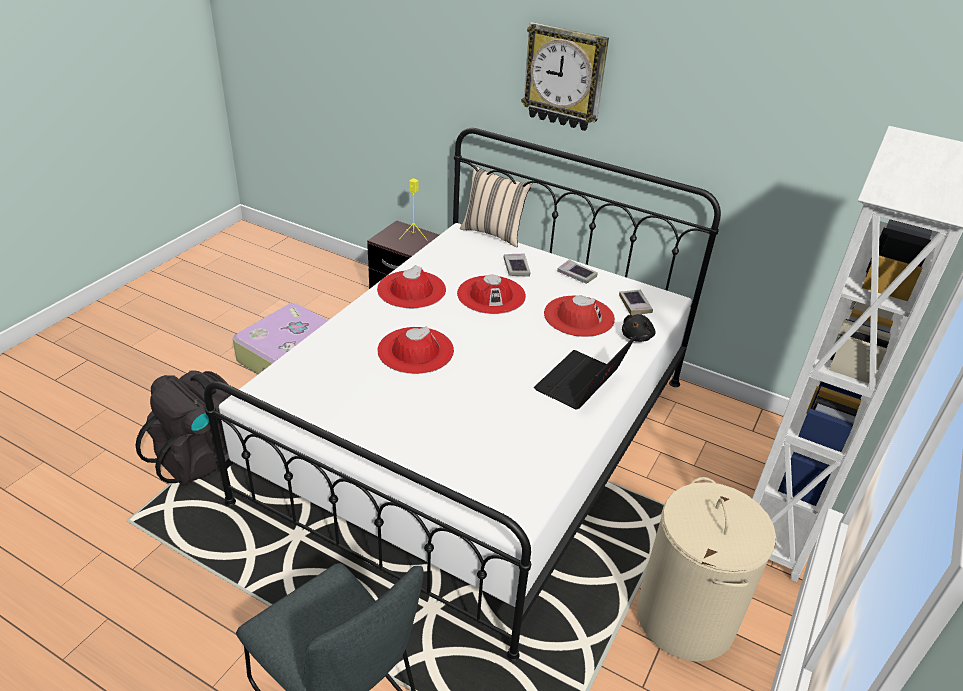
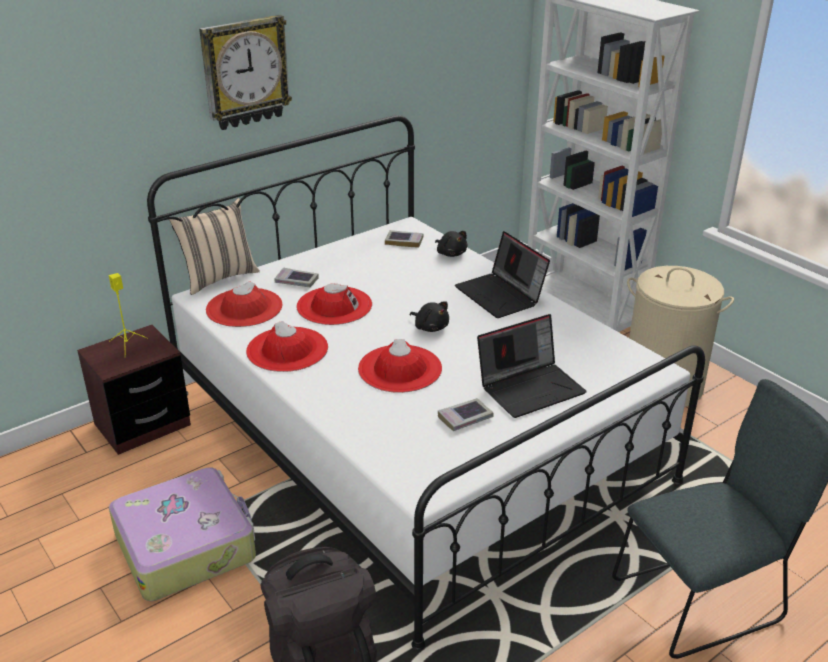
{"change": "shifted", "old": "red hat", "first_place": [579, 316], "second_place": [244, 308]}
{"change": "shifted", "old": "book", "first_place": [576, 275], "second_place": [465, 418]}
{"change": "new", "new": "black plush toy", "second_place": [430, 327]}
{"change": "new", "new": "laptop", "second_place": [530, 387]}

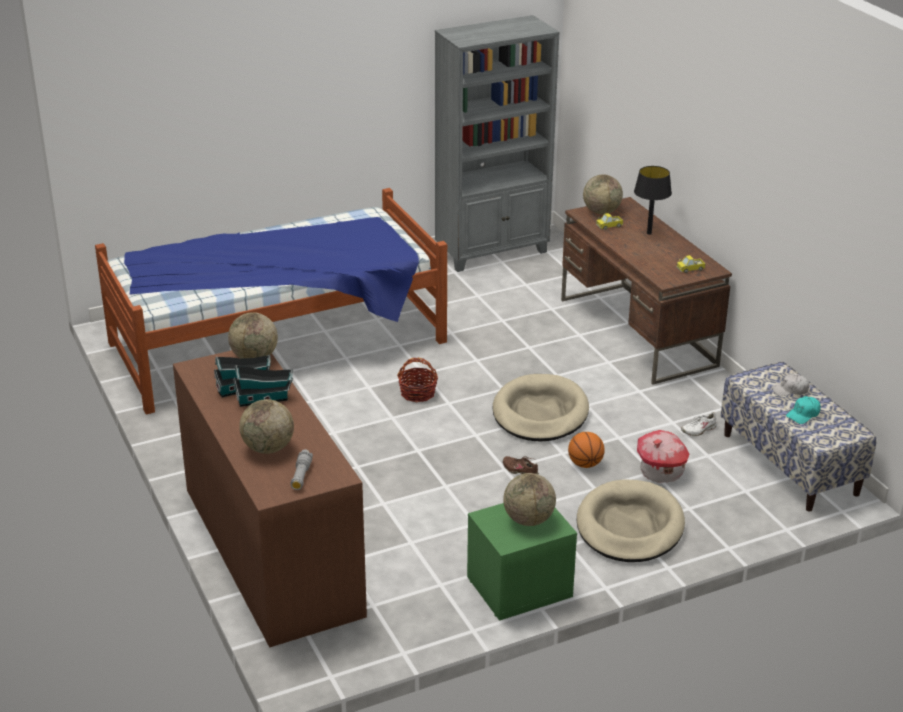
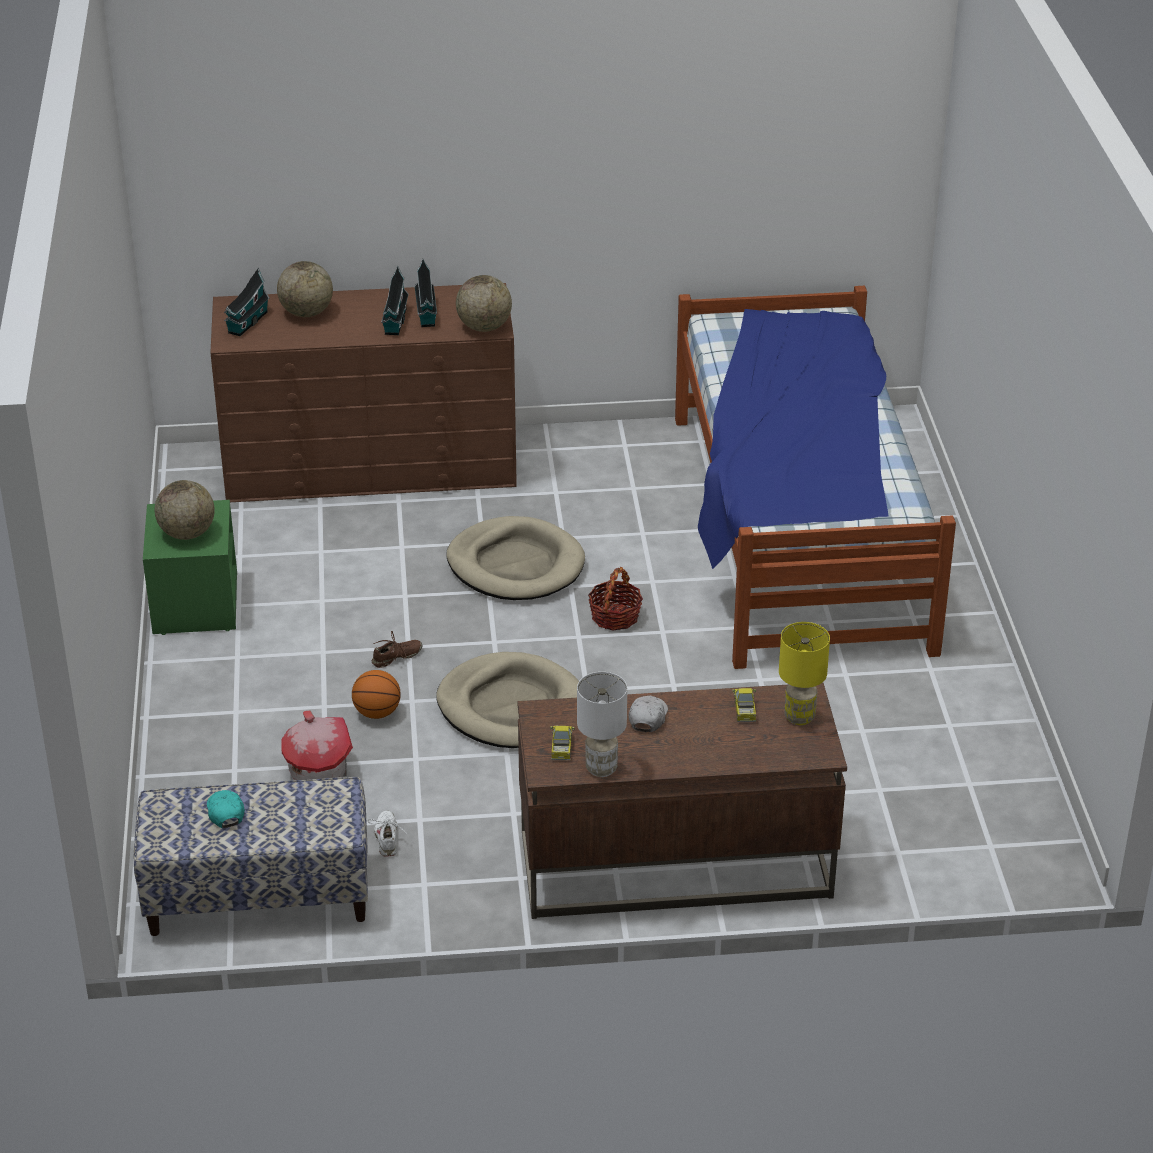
{"change": "swapped", "old": "grey flashlight", "new": "toy house", "first_place": [301, 476], "second_place": [246, 323]}
{"change": "gone", "old": "grey bookcase", "first_place": [493, 252]}
{"change": "shifted", "old": "beige dog bed", "first_place": [629, 526], "second_place": [515, 565]}
{"change": "swapped", "old": "globe", "new": "yellow table lamp", "first_place": [601, 212], "second_place": [800, 717]}
{"change": "gone", "old": "black table lamp", "first_place": [649, 233]}
{"change": "shifted", "old": "white cap", "first_place": [790, 390], "second_place": [648, 718]}
{"change": "new", "new": "white table lamp", "second_place": [602, 769]}

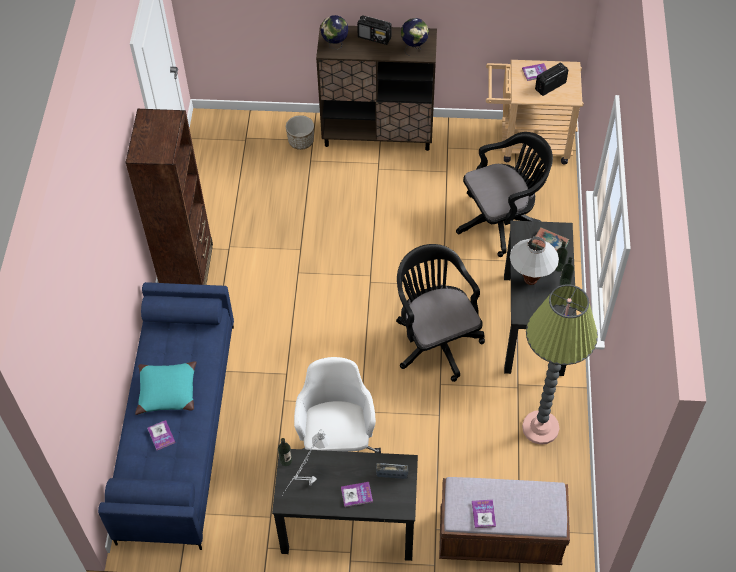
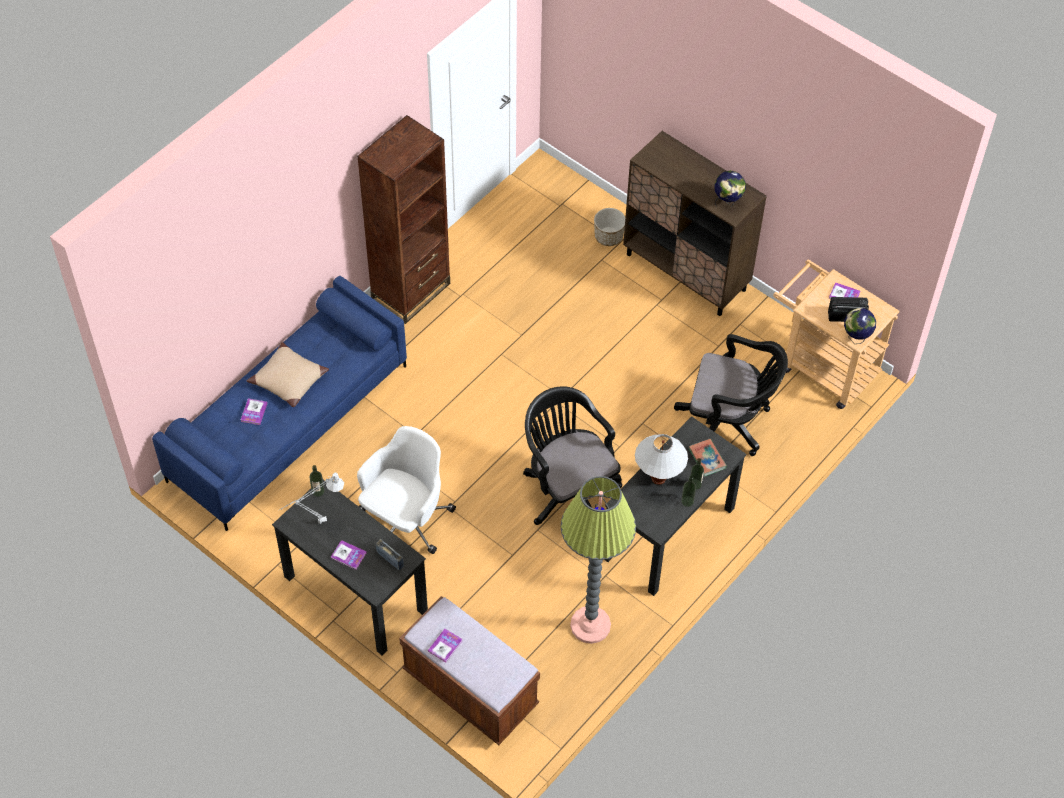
{"change": "repainted", "old": "turquoise pillow", "new": "beige pillow", "first_place": [167, 392], "second_place": [288, 380]}
{"change": "shifted", "old": "globe", "first_place": [335, 45], "second_place": [856, 338]}
{"change": "gone", "old": "radio", "first_place": [374, 37]}
{"change": "rotated", "old": "black office chair", "first_place": [435, 339], "second_place": [568, 489], "degrees": -45}

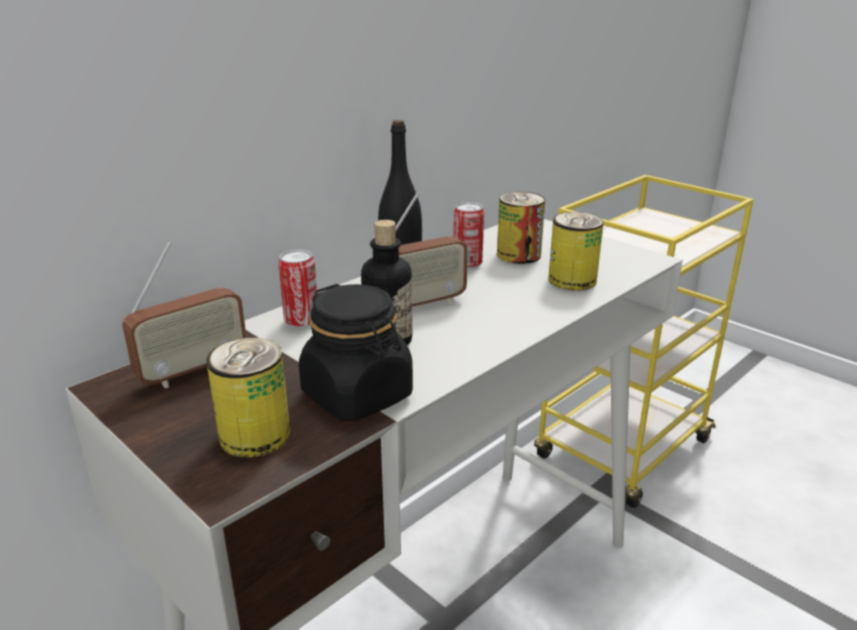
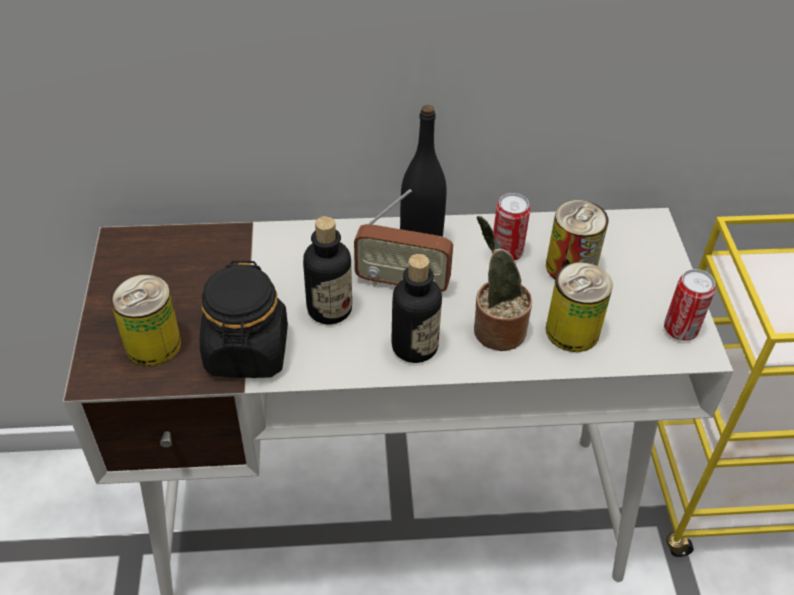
{"change": "gone", "old": "radio", "first_place": [193, 371]}
{"change": "shifted", "old": "can", "first_place": [301, 321], "second_place": [680, 330]}
{"change": "new", "new": "bottle", "second_place": [414, 346]}
{"change": "new", "new": "potted plant", "second_place": [495, 329]}

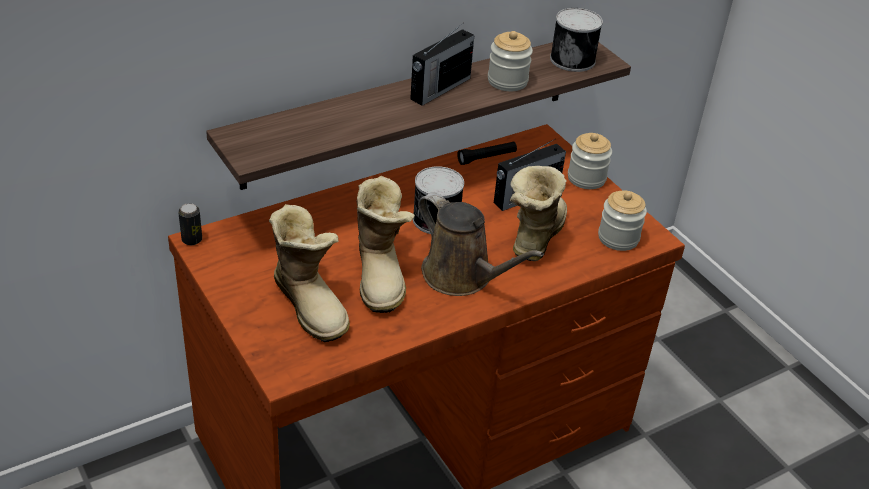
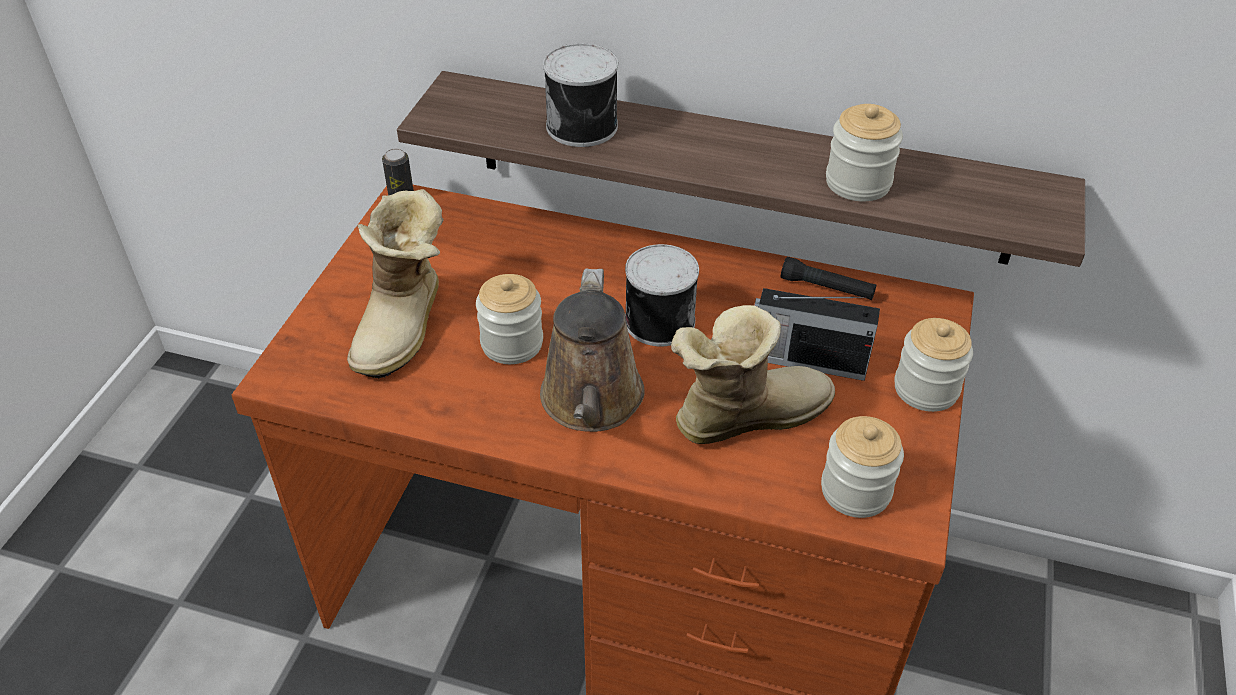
{"change": "swapped", "old": "boot", "new": "jar", "first_place": [382, 275], "second_place": [512, 343]}
{"change": "gone", "old": "radio", "first_place": [439, 89]}
{"change": "shifted", "old": "can", "first_place": [573, 59], "second_place": [584, 126]}

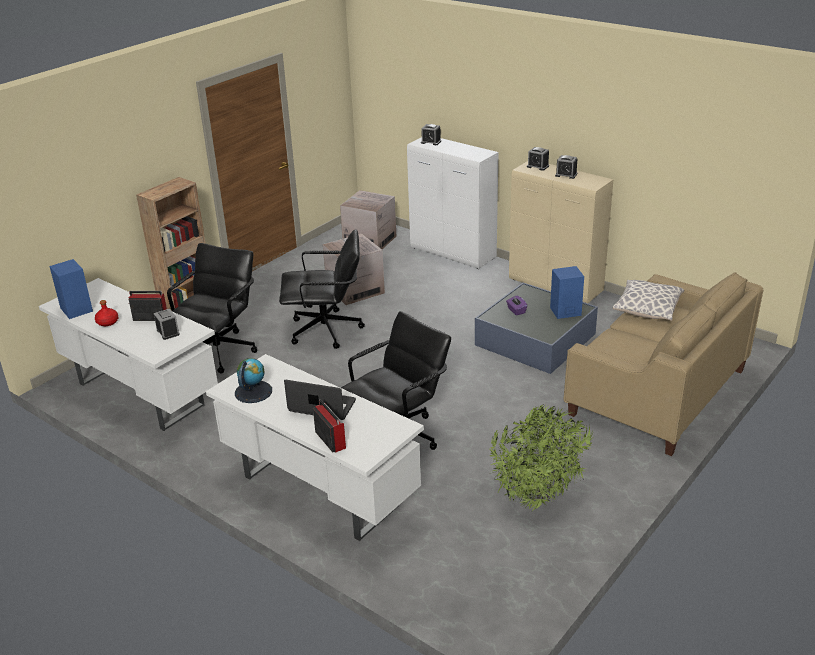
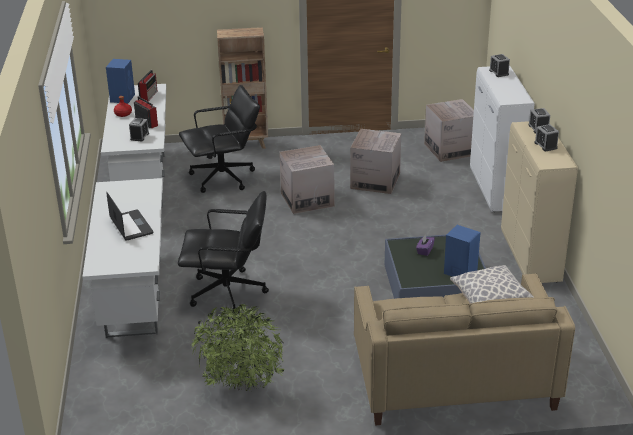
{"change": "gone", "old": "globe", "first_place": [253, 392]}
{"change": "swapped", "old": "black office chair", "new": "cardboard box", "first_place": [326, 331], "second_place": [307, 199]}
{"change": "shifted", "old": "radio", "first_place": [330, 439], "second_place": [149, 96]}

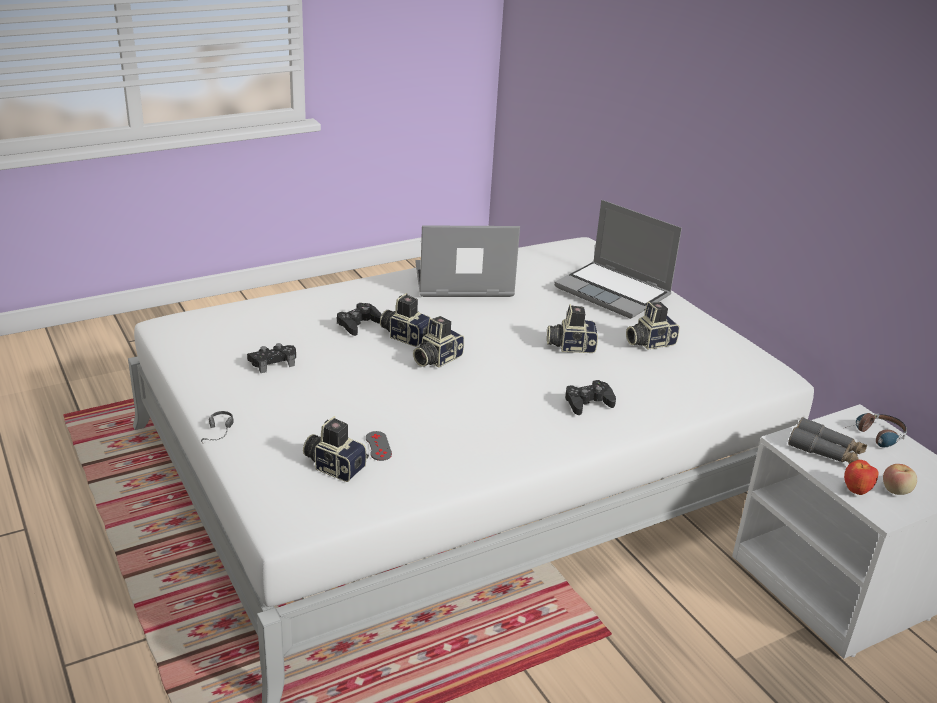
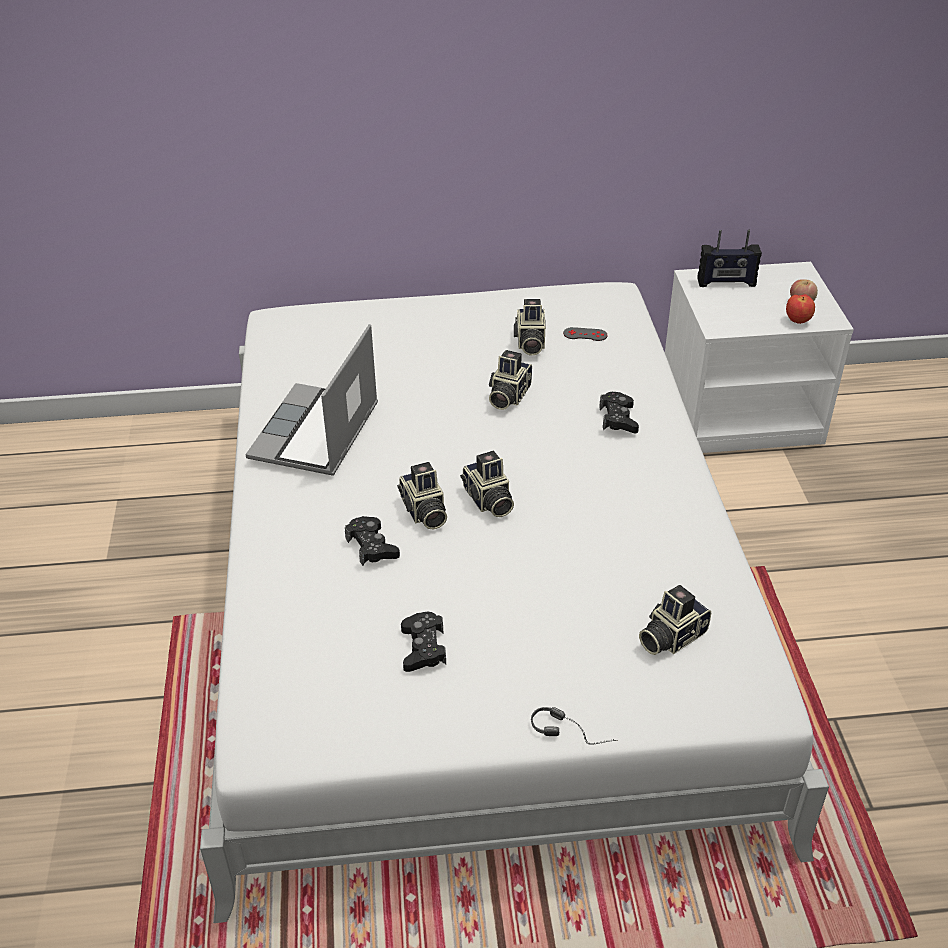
{"change": "shifted", "old": "grey game controller", "first_place": [378, 446], "second_place": [585, 334]}
{"change": "rotated", "old": "photo camera", "first_place": [406, 335], "second_place": [423, 512], "degrees": -75}
{"change": "gone", "old": "laptop", "first_place": [614, 292]}
{"change": "gone", "old": "grey binoculars", "first_place": [825, 451]}
{"change": "swapped", "old": "headphones", "new": "radio", "first_place": [874, 437], "second_place": [726, 283]}

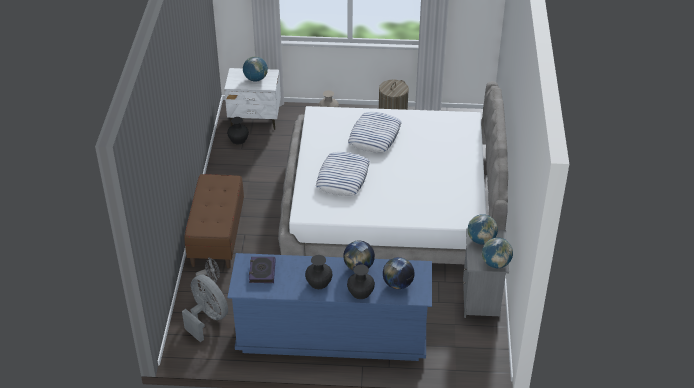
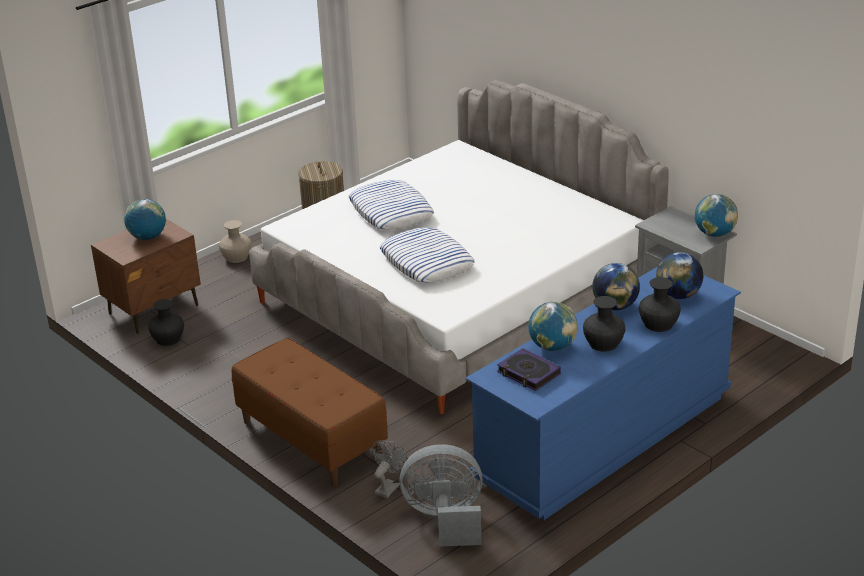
{"change": "repainted", "old": "white nightstand", "new": "brown nightstand", "first_place": [255, 119], "second_place": [154, 309]}
{"change": "shifted", "old": "globe", "first_place": [481, 240], "second_place": [552, 347]}

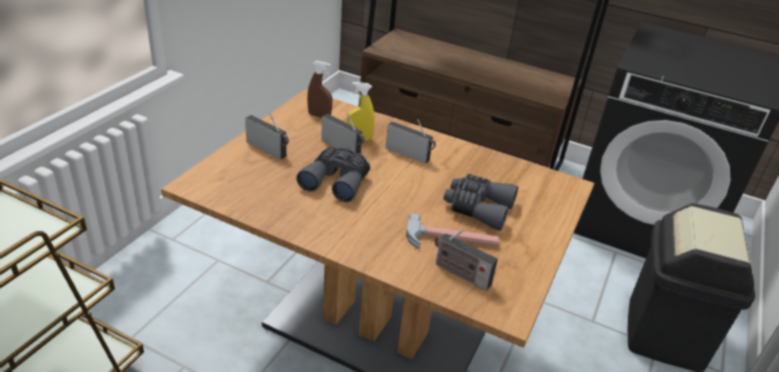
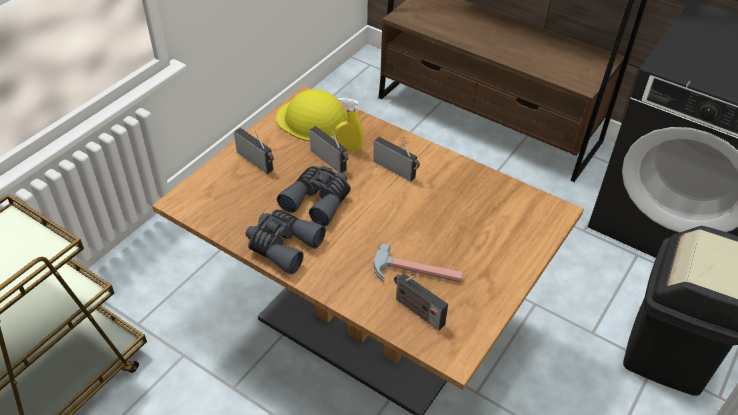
{"change": "swapped", "old": "brown spray bottle", "new": "yellow hard hat", "first_place": [319, 116], "second_place": [313, 120]}
{"change": "shifted", "old": "grey binoculars", "first_place": [477, 208], "second_place": [283, 245]}

